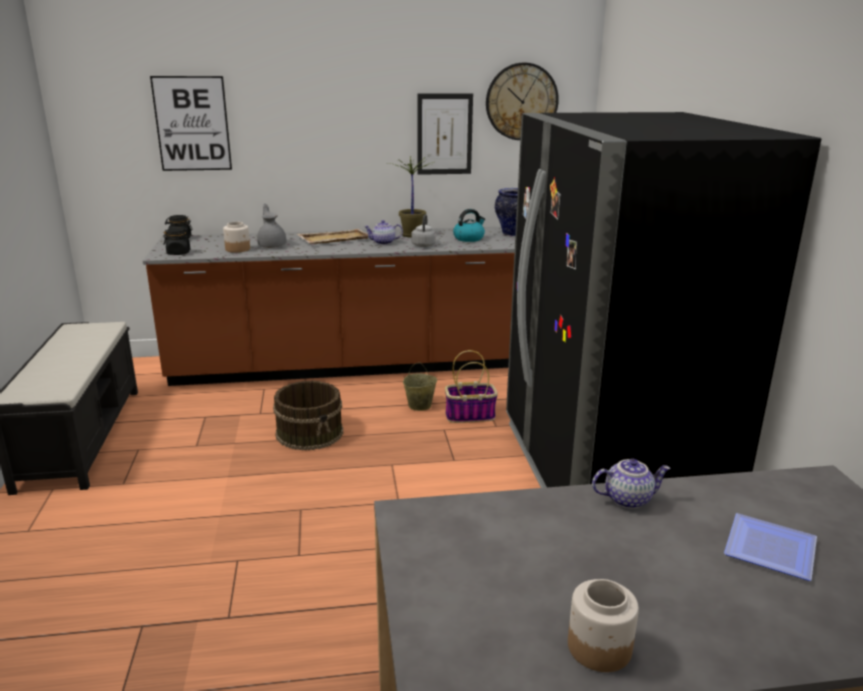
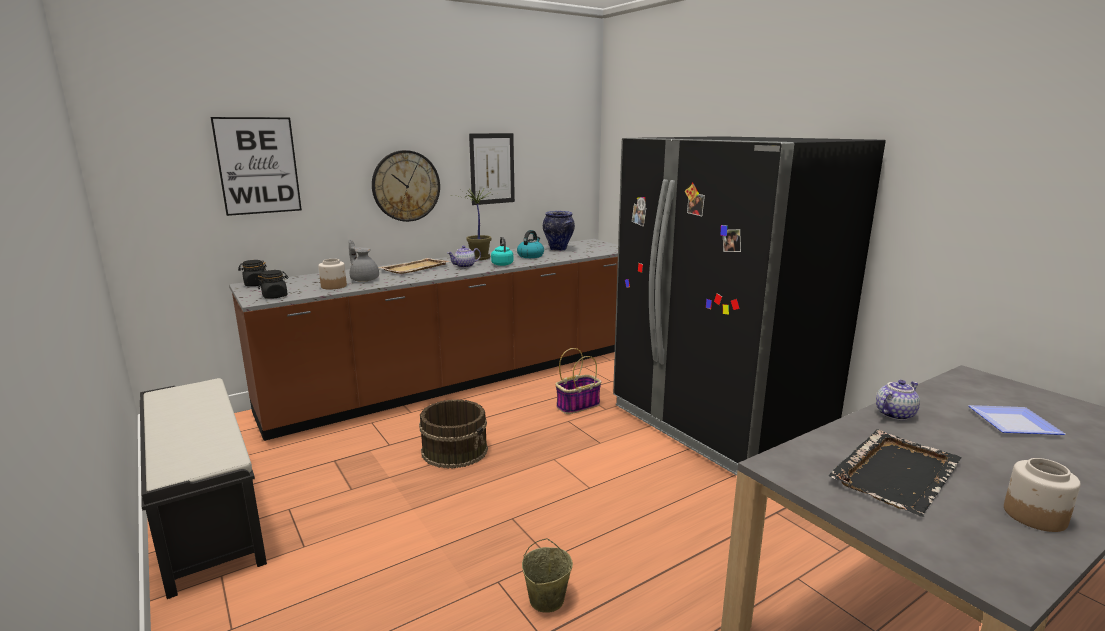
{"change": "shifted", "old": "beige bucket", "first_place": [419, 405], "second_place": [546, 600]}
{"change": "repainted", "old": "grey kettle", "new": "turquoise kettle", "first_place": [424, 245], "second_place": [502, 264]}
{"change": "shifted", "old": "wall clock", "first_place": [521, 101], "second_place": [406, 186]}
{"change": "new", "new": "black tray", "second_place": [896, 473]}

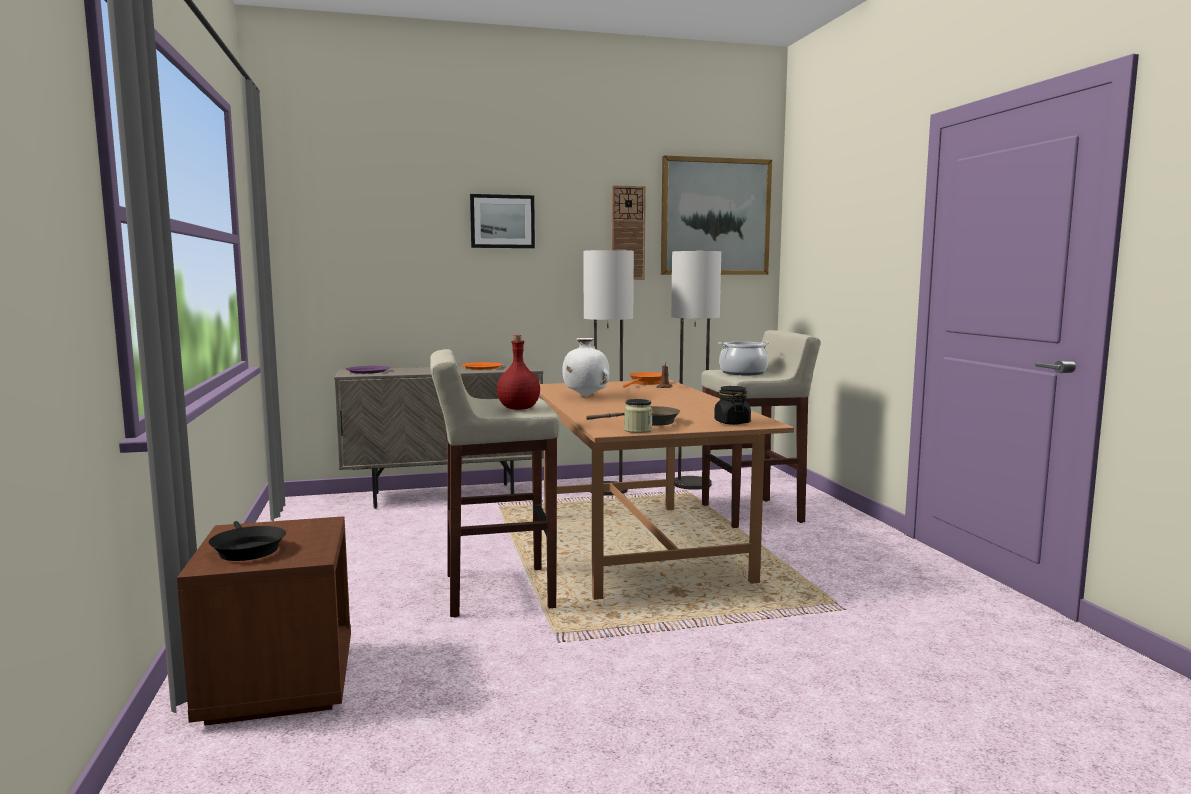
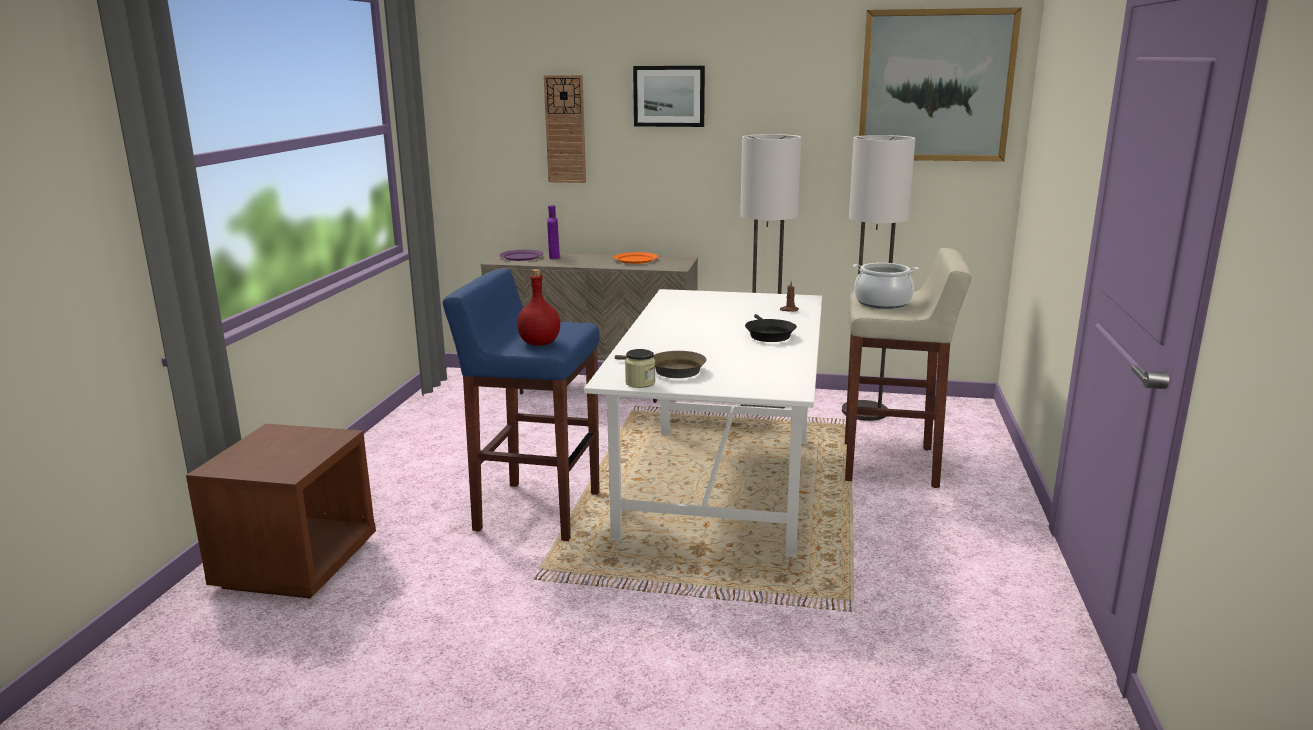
{"change": "shifted", "old": "black frying pan", "first_place": [246, 549], "second_place": [768, 335]}
{"change": "repainted", "old": "beige stool", "new": "blue stool", "first_place": [496, 591], "second_place": [536, 511]}
{"change": "repainted", "old": "brown dining table", "new": "white dining table", "first_place": [641, 547], "second_place": [720, 487]}
{"change": "gone", "old": "white vase", "first_place": [585, 396]}
{"change": "shifted", "old": "wall clock", "first_place": [628, 233], "second_place": [565, 129]}
{"change": "gone", "old": "orange frying pan", "first_place": [646, 383]}
{"change": "gone", "old": "black jar", "first_place": [732, 422]}
{"change": "new", "new": "purple bottle", "second_place": [554, 256]}

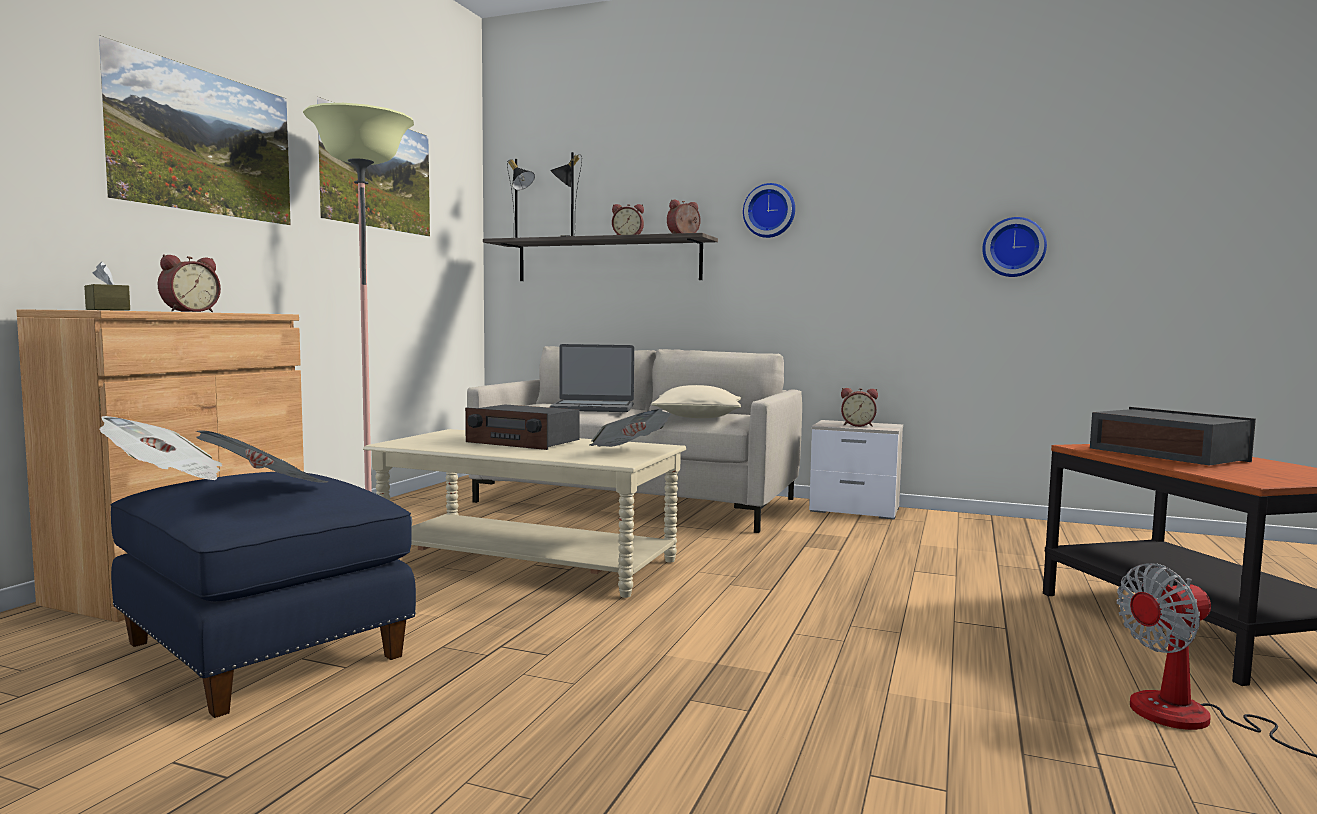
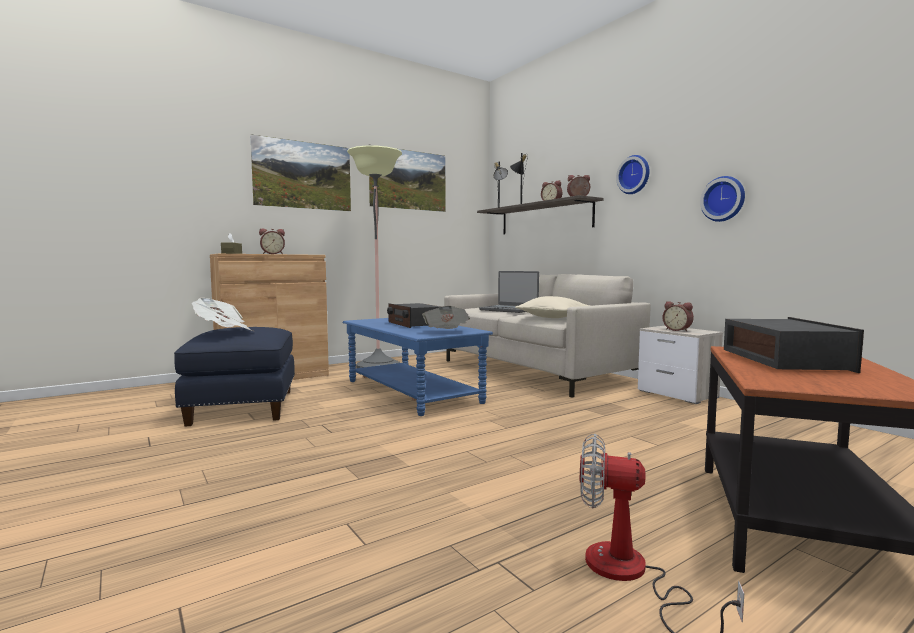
{"change": "repainted", "old": "beige coffee table", "new": "blue coffee table", "first_place": [528, 562], "second_place": [412, 391]}
{"change": "shifted", "old": "wall clock", "first_place": [1013, 247], "second_place": [724, 199]}

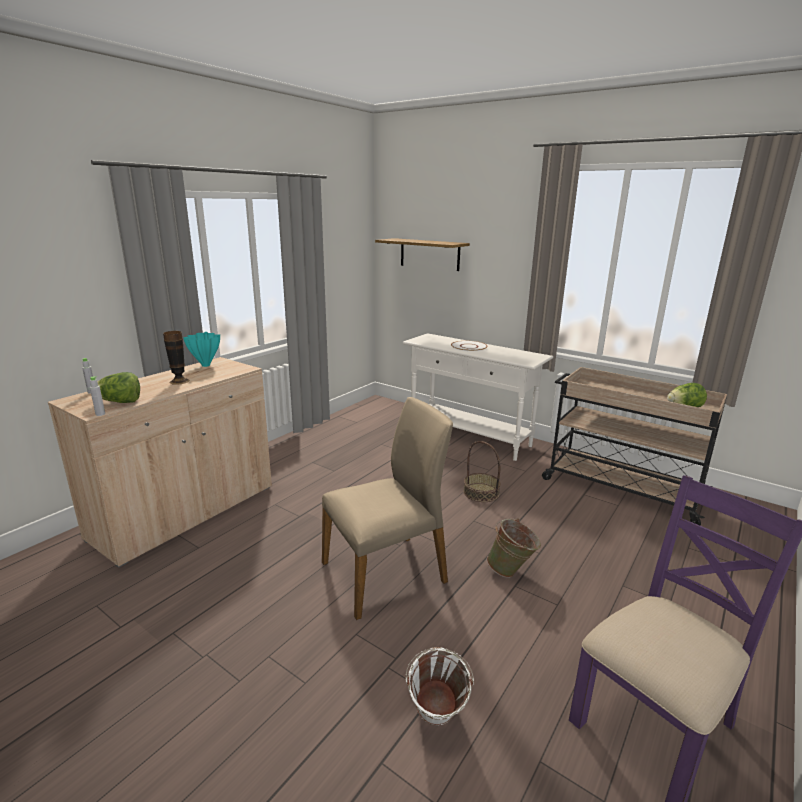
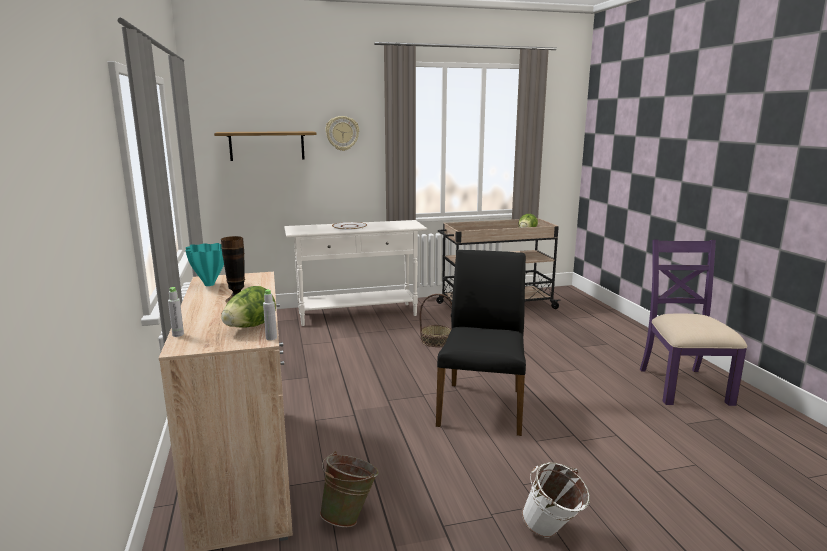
{"change": "repainted", "old": "beige chair", "new": "black chair", "first_place": [385, 572], "second_place": [482, 406]}
{"change": "shifted", "old": "white bucket", "first_place": [436, 722], "second_place": [552, 533]}
{"change": "shifted", "old": "green bucket", "first_place": [511, 571], "second_place": [350, 516]}
{"change": "new", "new": "wall clock", "second_place": [342, 133]}

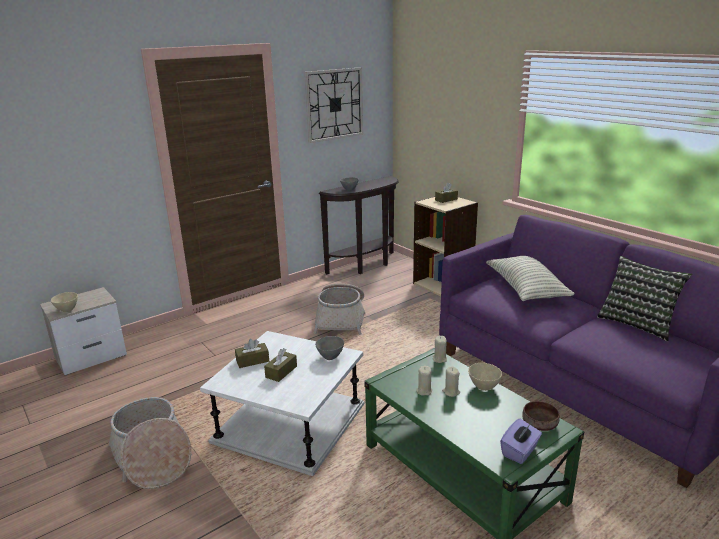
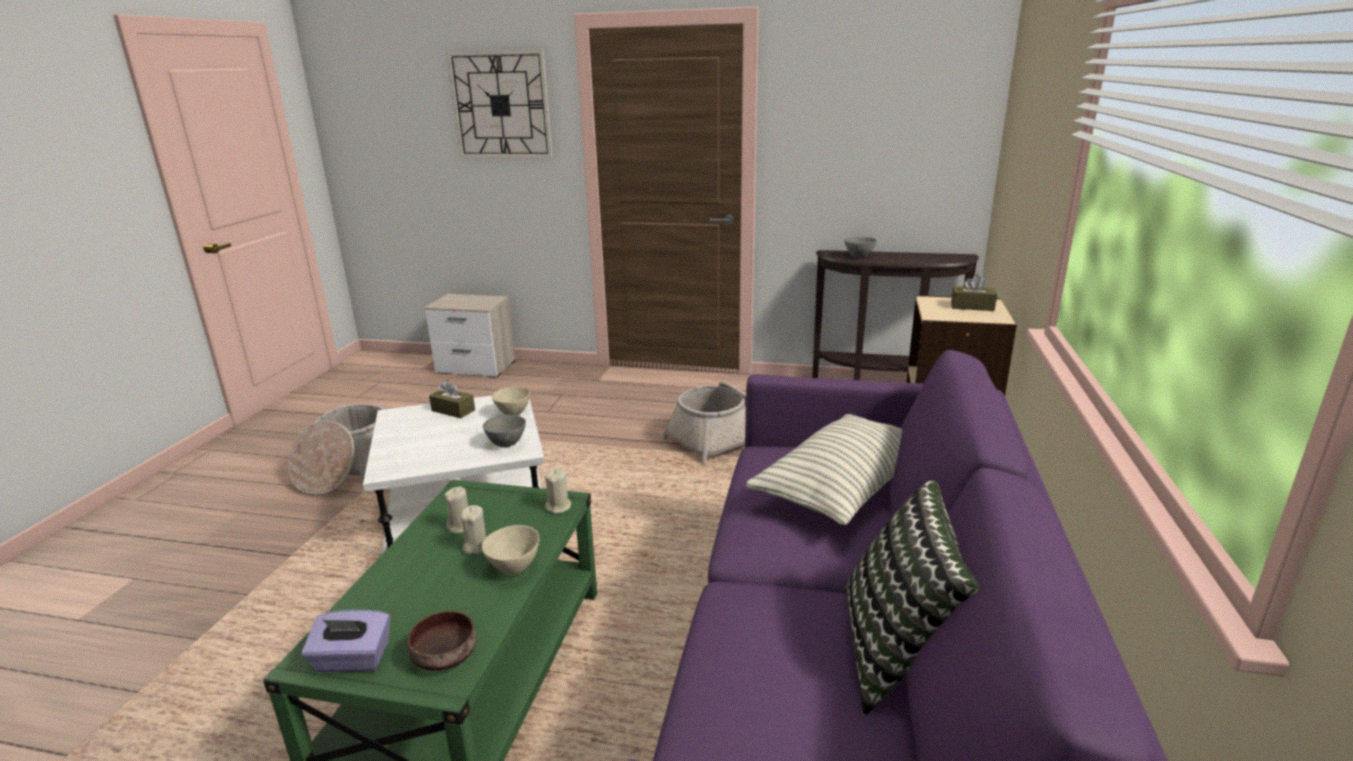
{"change": "shifted", "old": "beige bowl", "first_place": [67, 310], "second_place": [513, 413]}
{"change": "gone", "old": "brown tissue box", "first_place": [281, 372]}
{"change": "shifted", "old": "wall clock", "first_place": [334, 104], "second_place": [501, 105]}

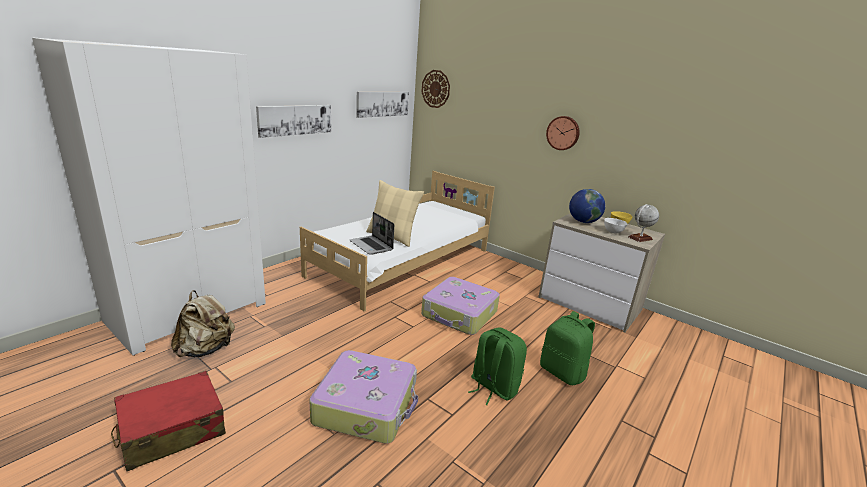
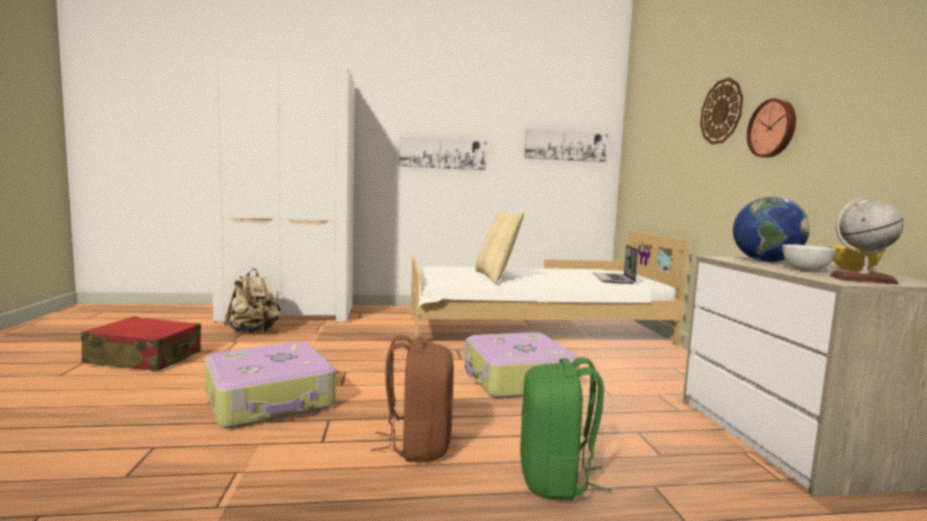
{"change": "shifted", "old": "laptop", "first_place": [372, 246], "second_place": [614, 279]}
{"change": "shifted", "old": "wall clock", "first_place": [435, 89], "second_place": [721, 111]}
{"change": "repainted", "old": "green backpack", "new": "brown backpack", "first_place": [493, 387], "second_place": [417, 445]}

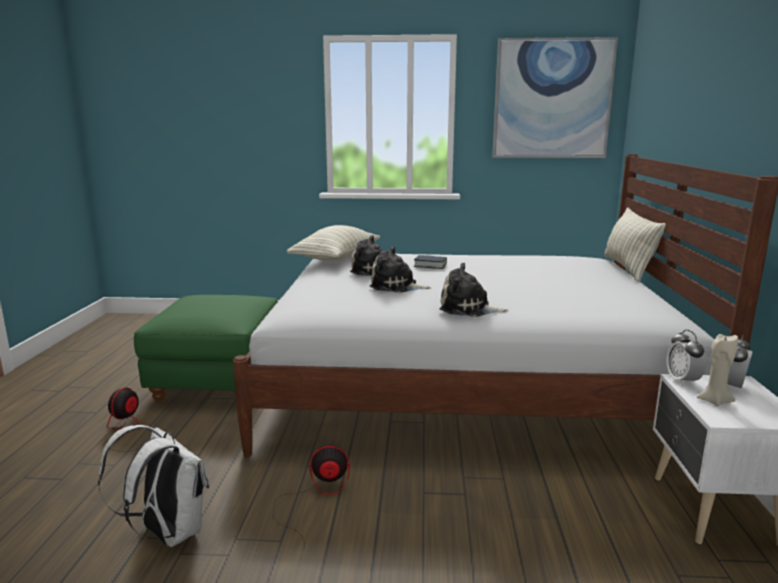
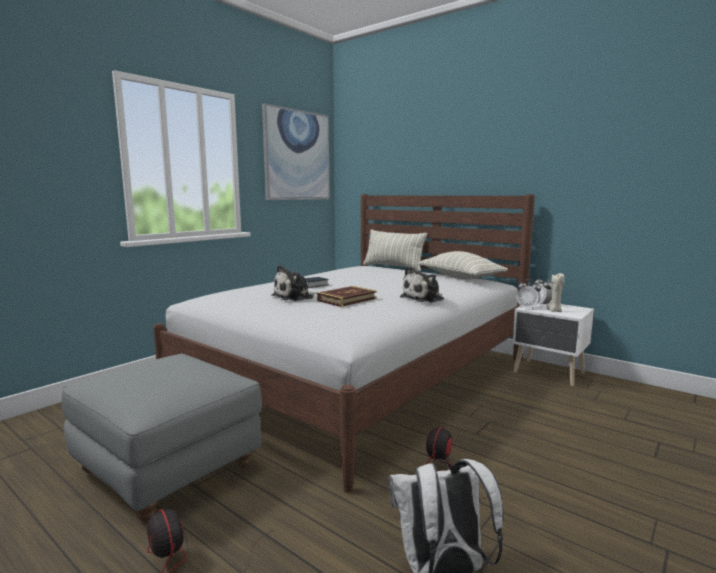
{"change": "repainted", "old": "green ottoman", "new": "grey ottoman", "first_place": [218, 381], "second_place": [169, 469]}
{"change": "shifted", "old": "pillow", "first_place": [336, 258], "second_place": [460, 278]}
{"change": "swapped", "old": "plush toy", "new": "book", "first_place": [396, 286], "second_place": [347, 299]}

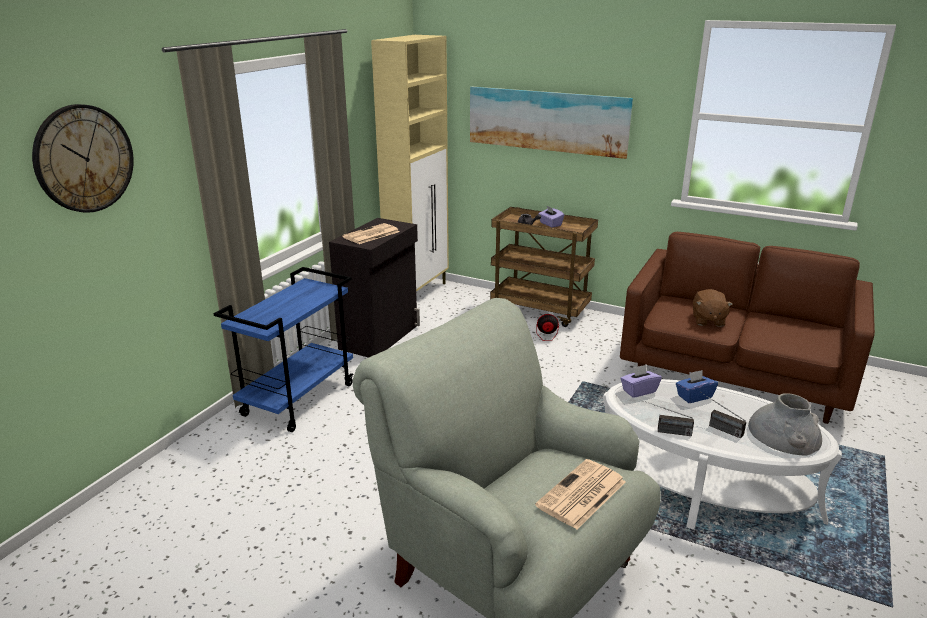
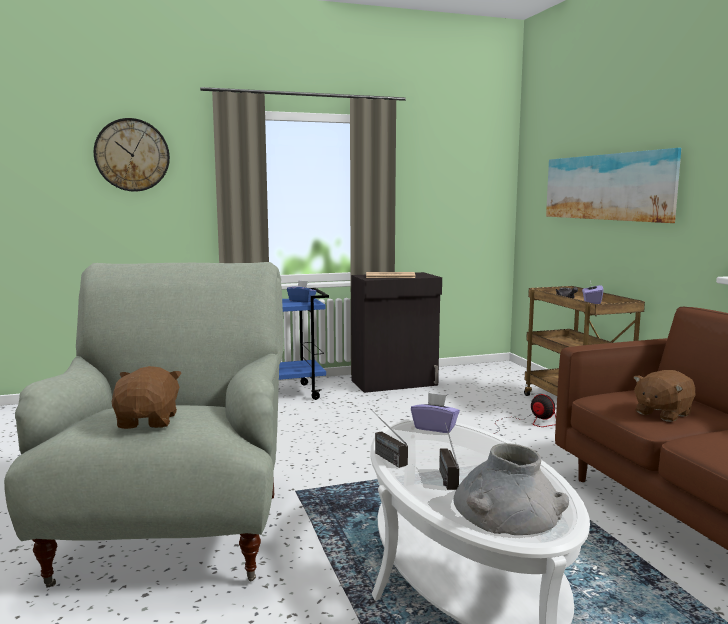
{"change": "gone", "old": "beige cabinet", "first_place": [418, 292]}
{"change": "swapped", "old": "newspaper", "new": "brown plush toy", "first_place": [581, 495], "second_place": [148, 421]}
{"change": "shifted", "old": "blue tissue box", "first_place": [694, 396], "second_place": [302, 301]}

